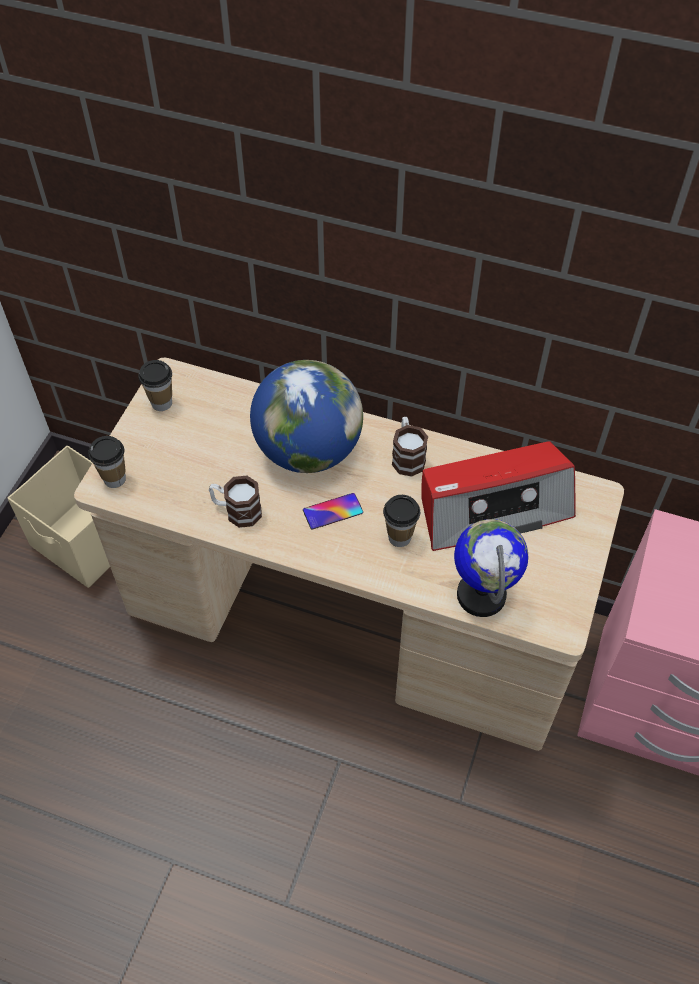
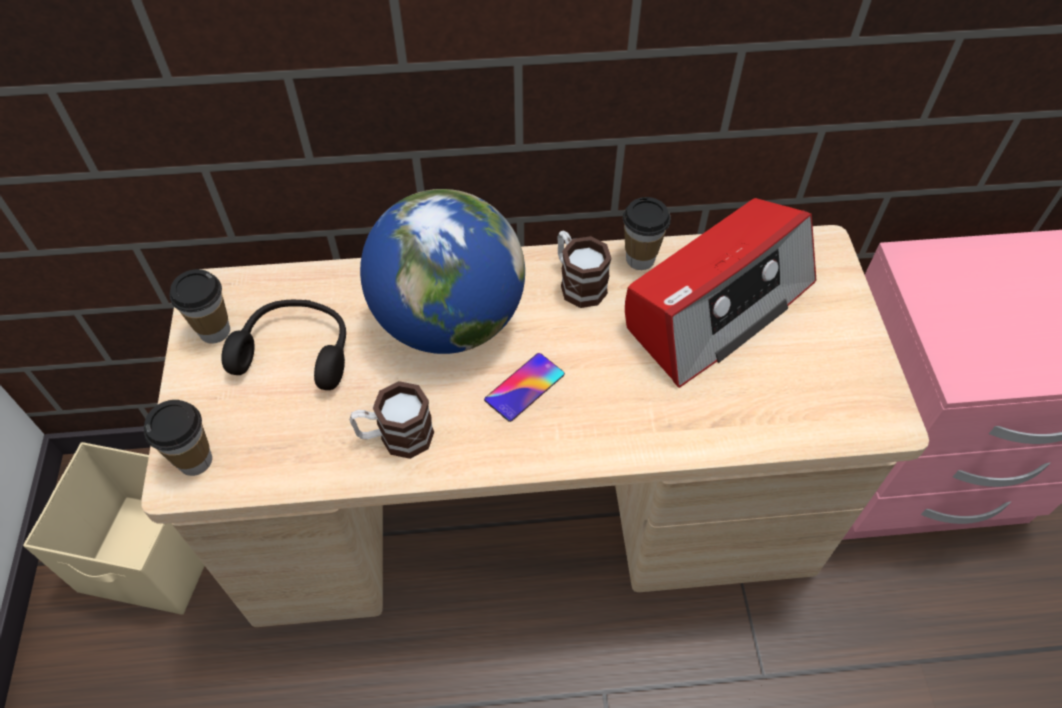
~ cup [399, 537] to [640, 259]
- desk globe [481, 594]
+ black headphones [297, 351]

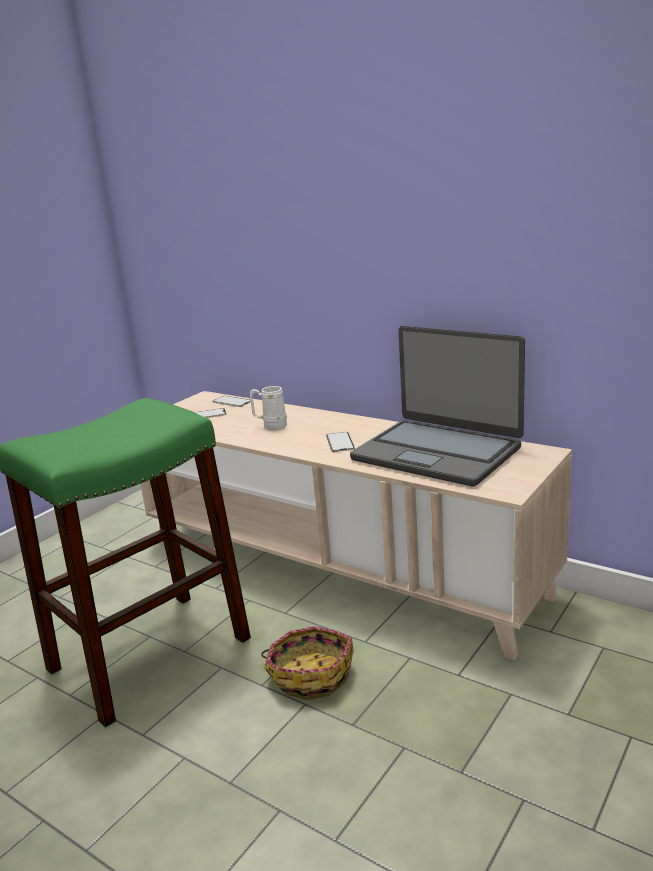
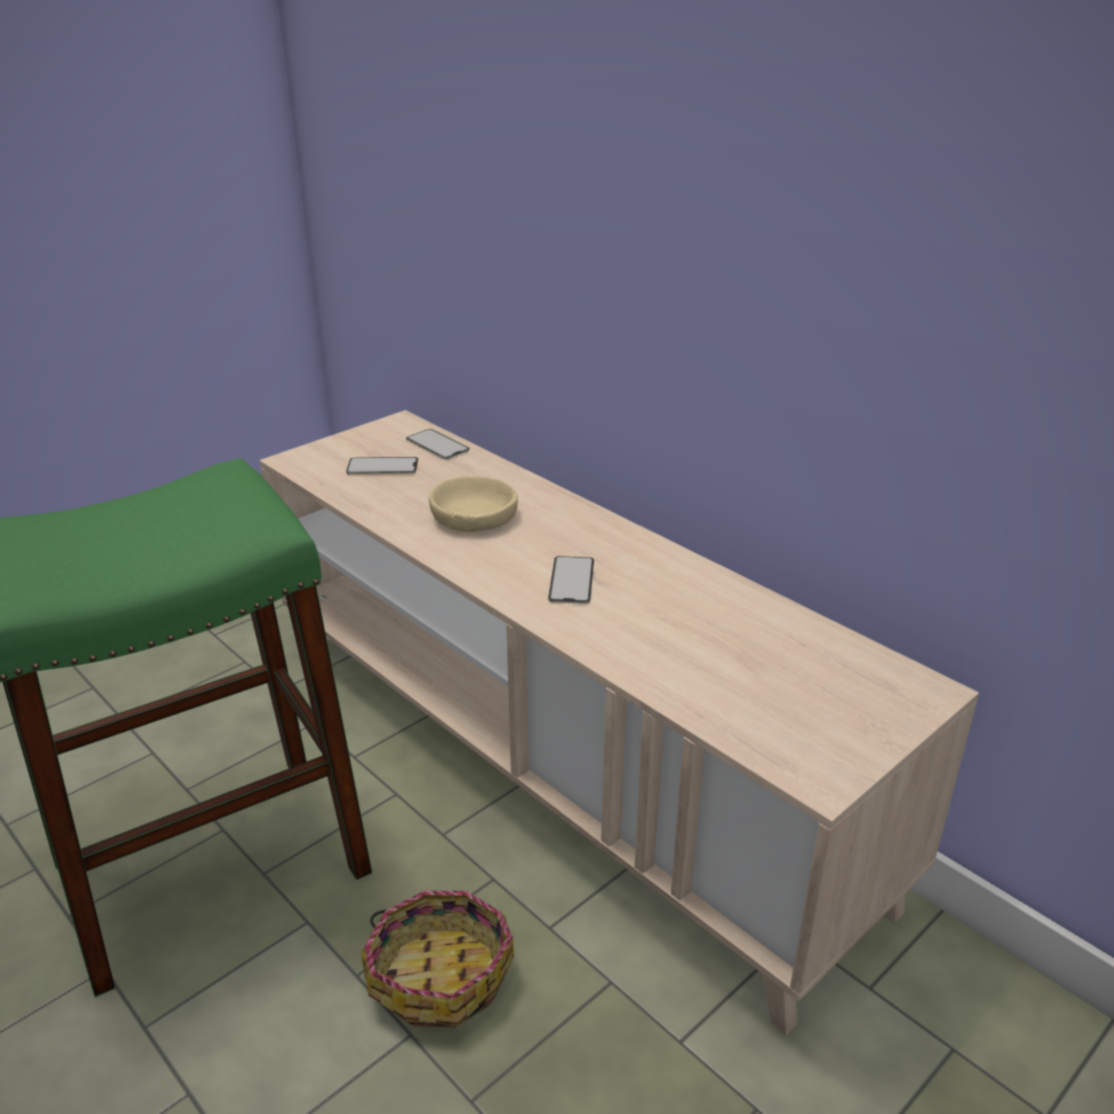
- portable computer [437, 453]
~ white-coloured mug [270, 426] to beige bowl [473, 515]

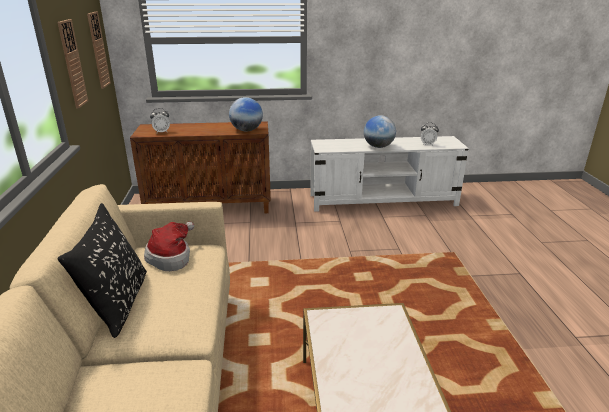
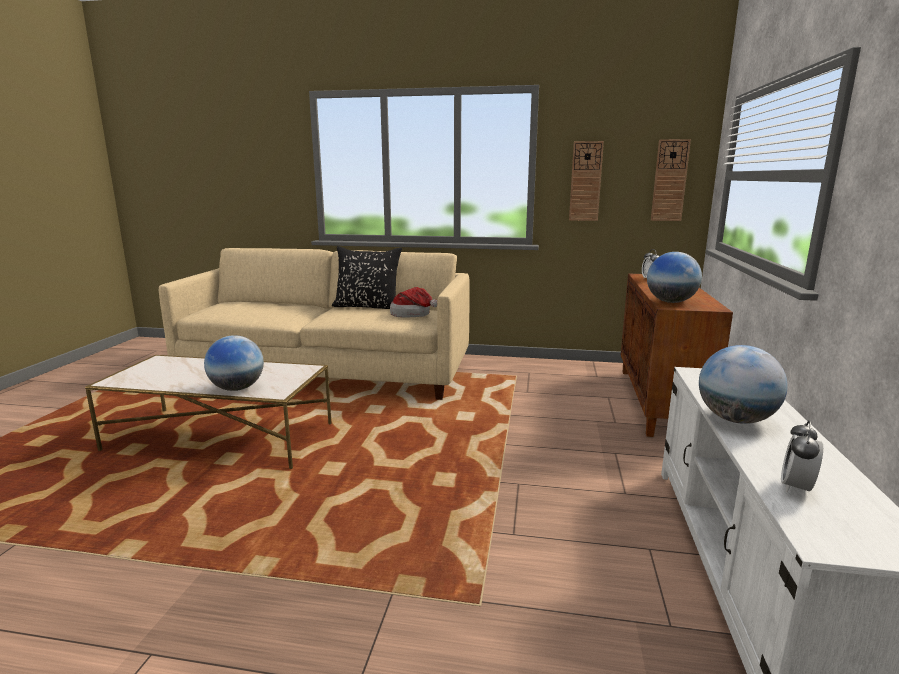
+ desk globe [237, 388]

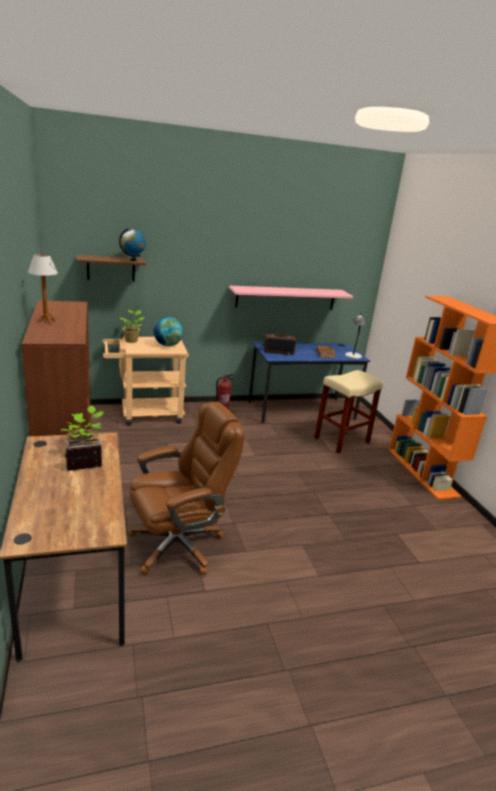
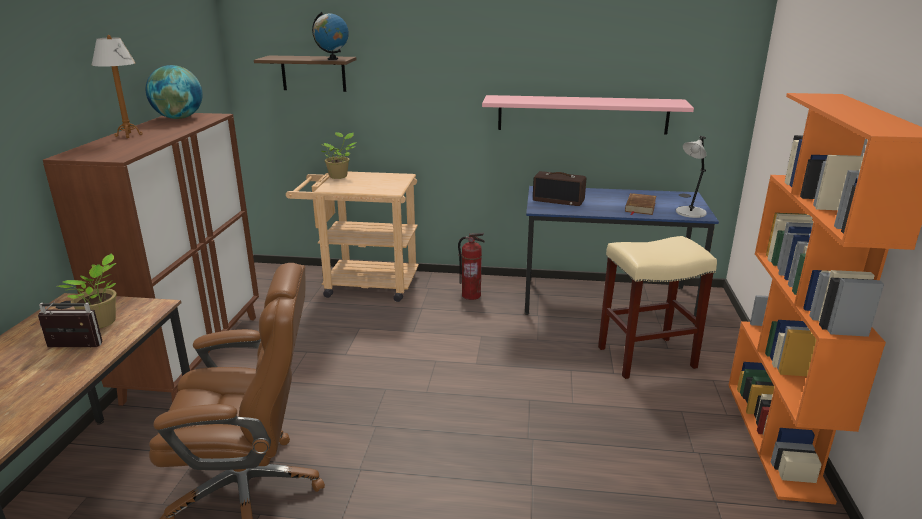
~ desk globe [168, 345] to [179, 118]

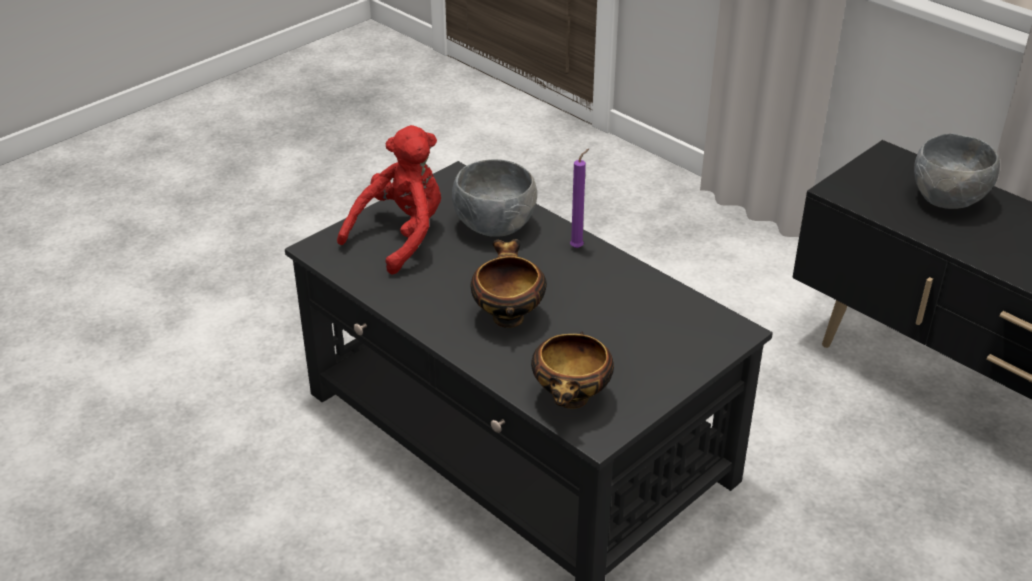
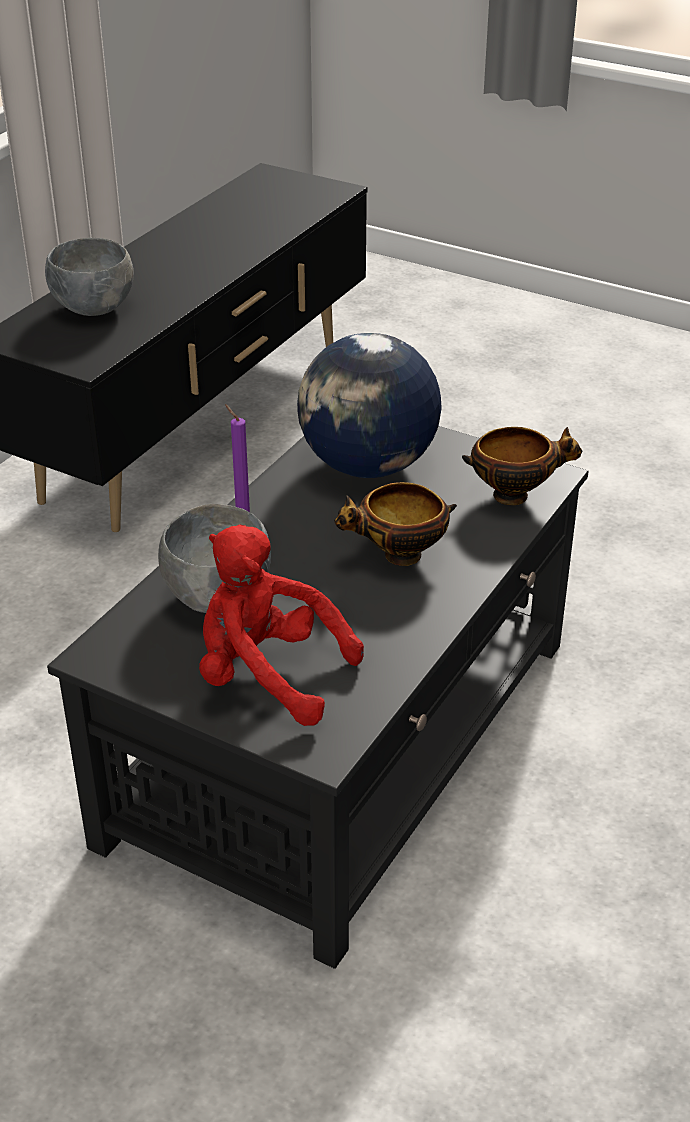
+ desk globe [368, 466]

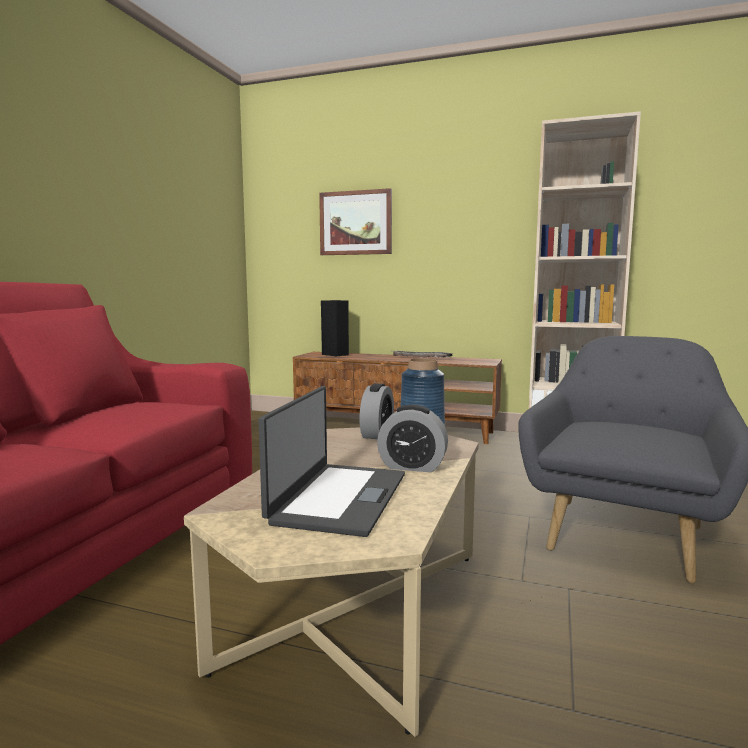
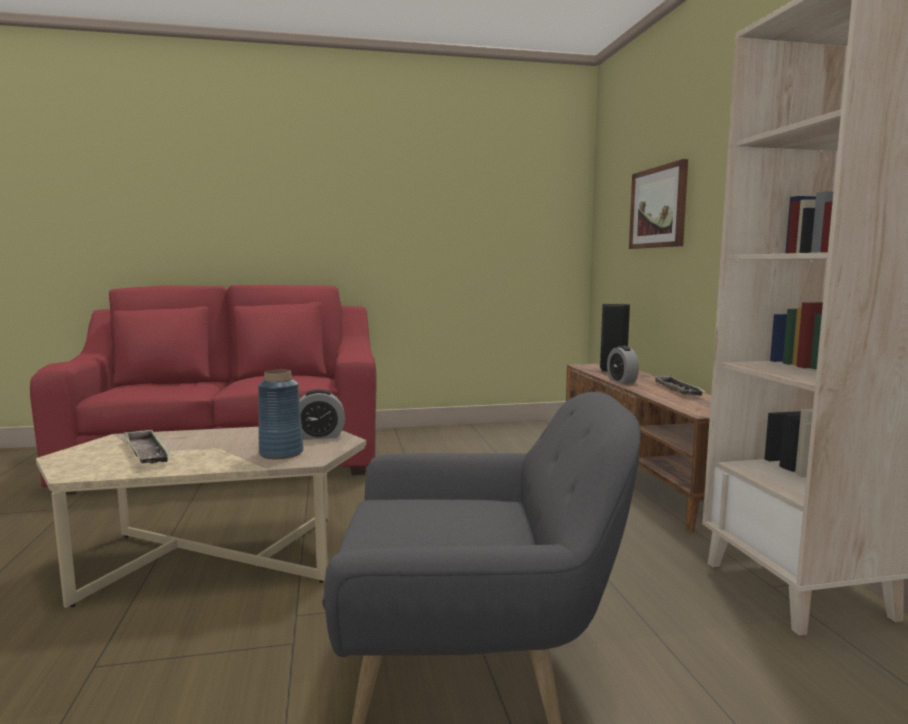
~ portable computer [338, 498] to carrying tray [147, 452]
~ bedside clock [412, 466] to [621, 381]

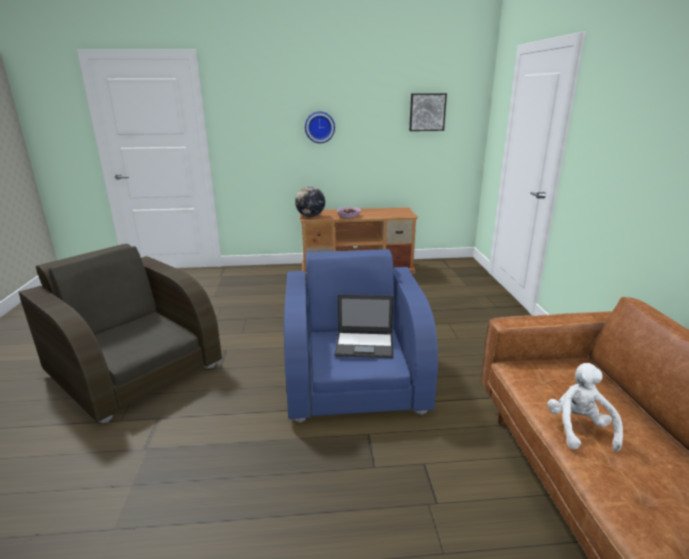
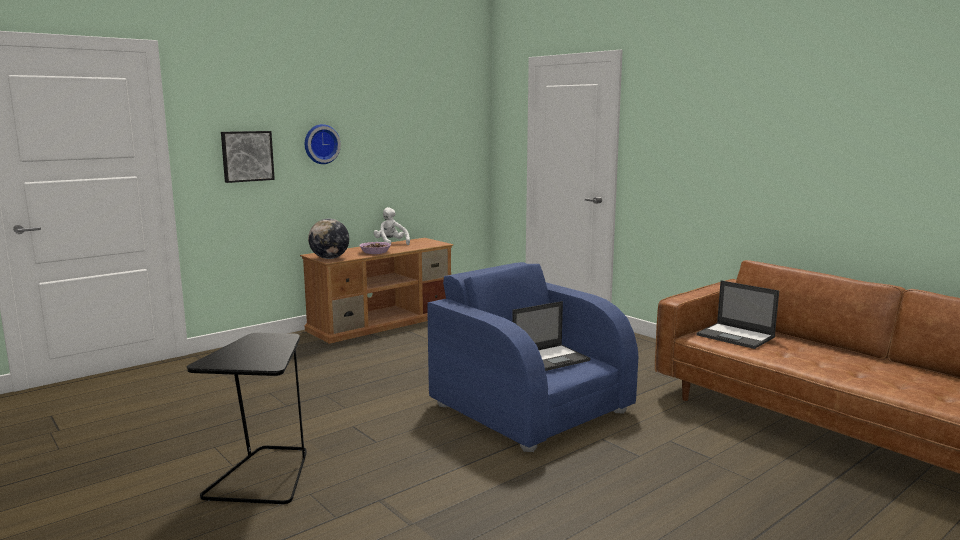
~ picture [427, 112] to [247, 156]
~ brownish armchair [134, 369] to black end table [263, 476]
~ white-coloured plush toy [578, 429] to [391, 244]
+ portable computer [736, 336]

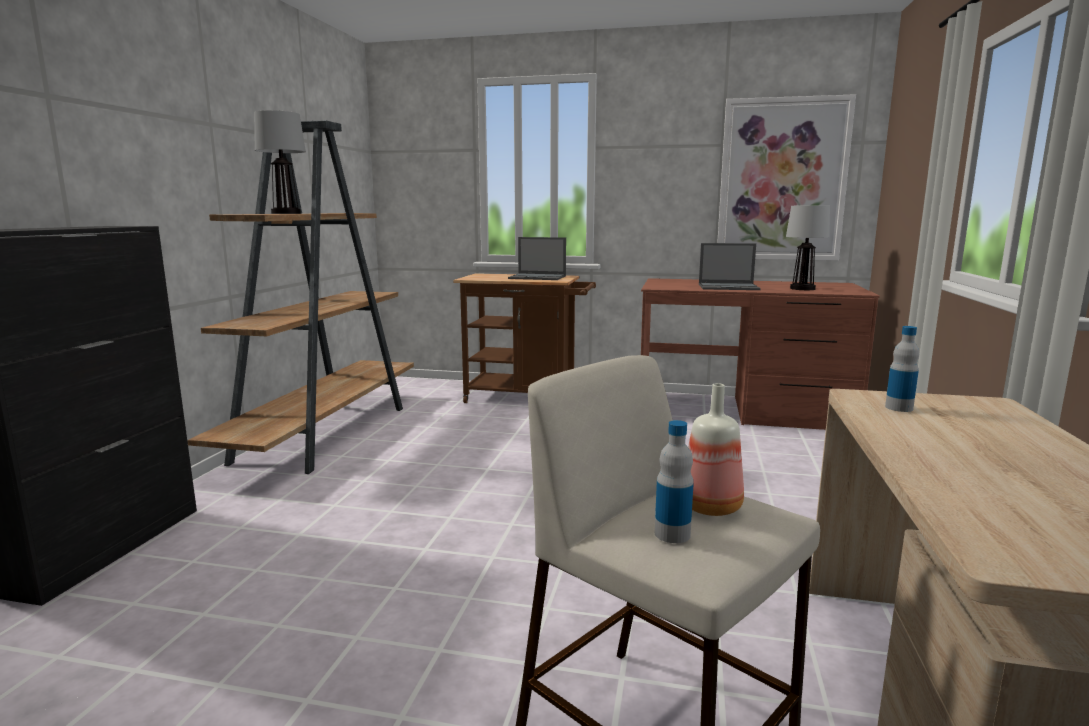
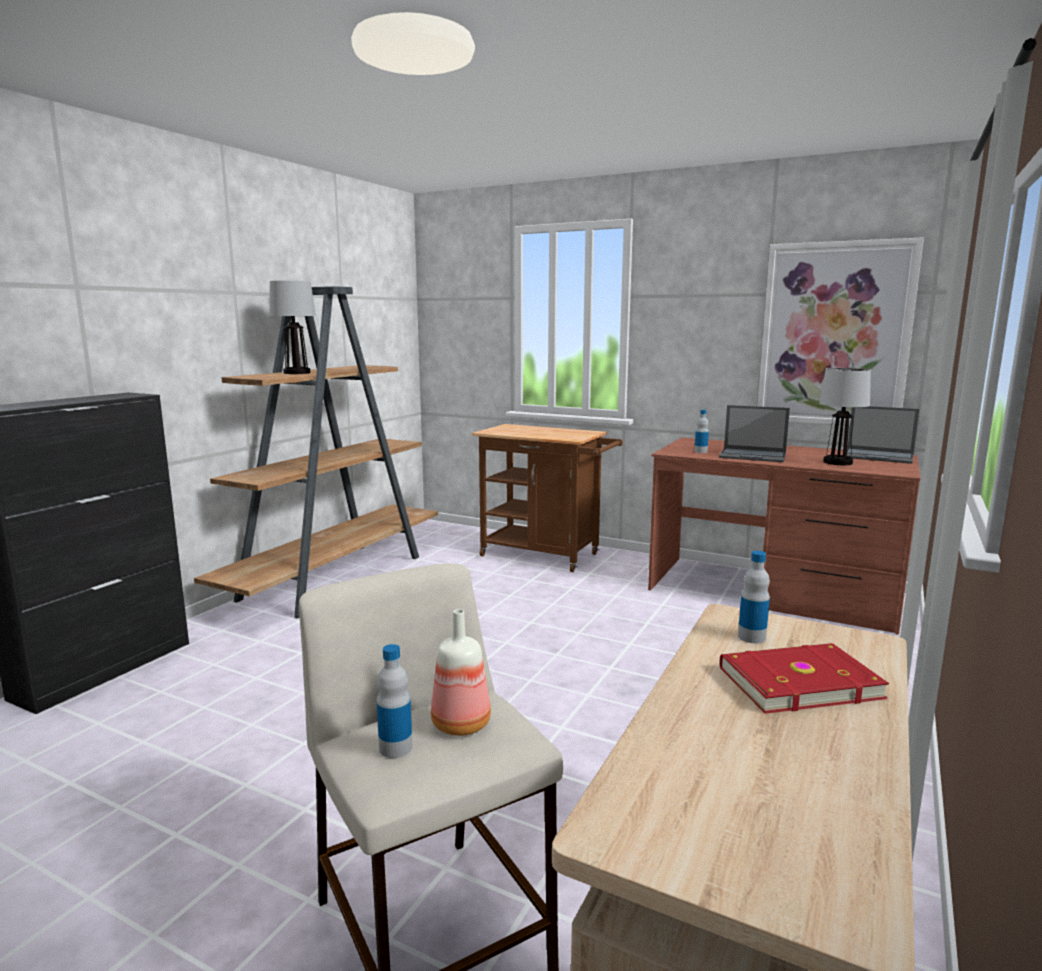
~ portable computer [538, 277] to [879, 456]
+ bottle [700, 451]
+ red bound book [797, 682]

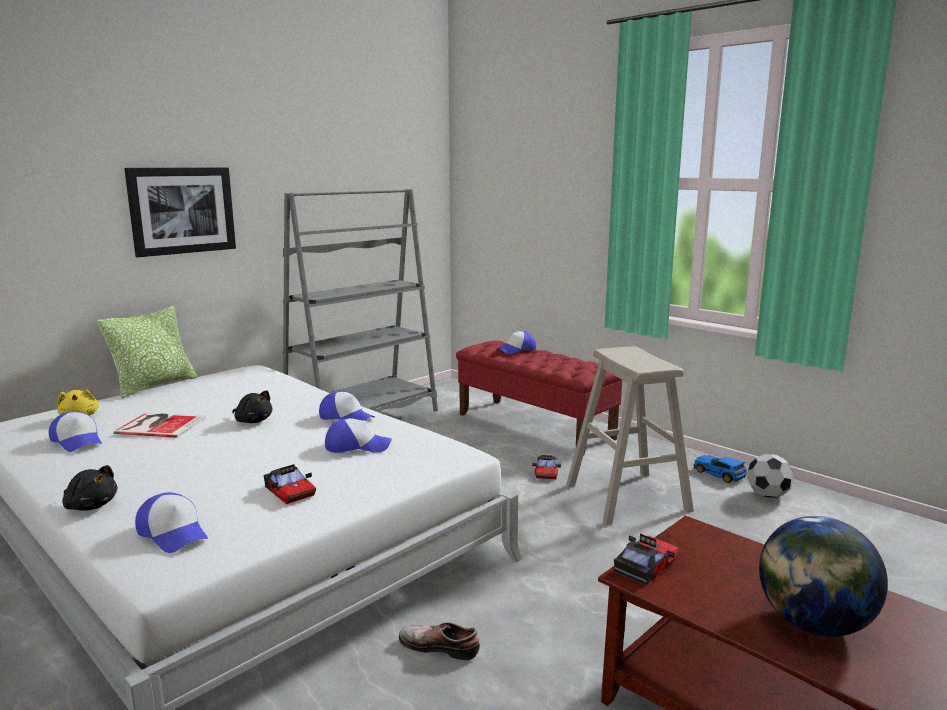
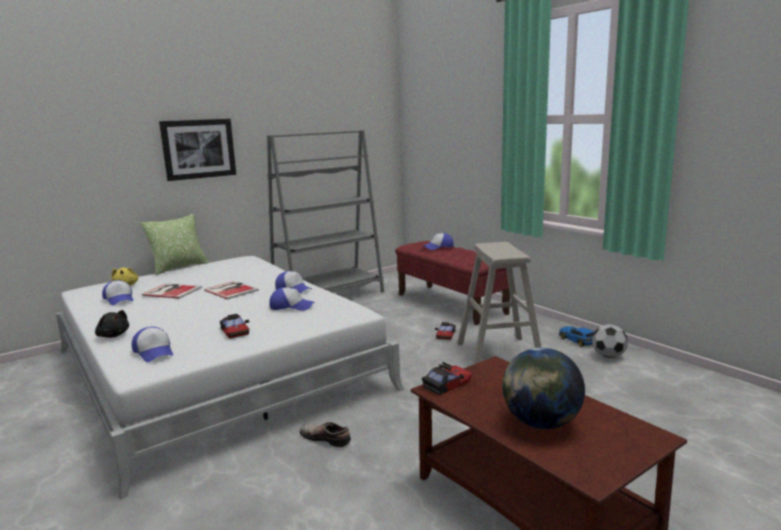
~ black plush toy [253, 421] to bound book [231, 290]

